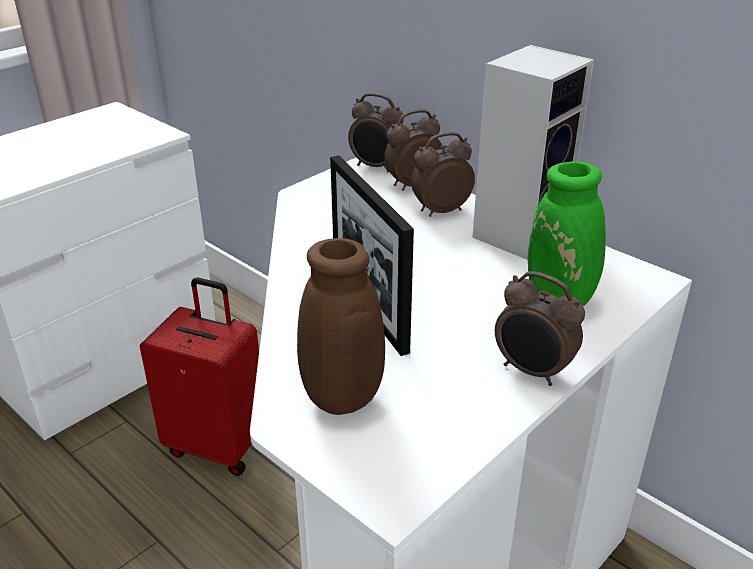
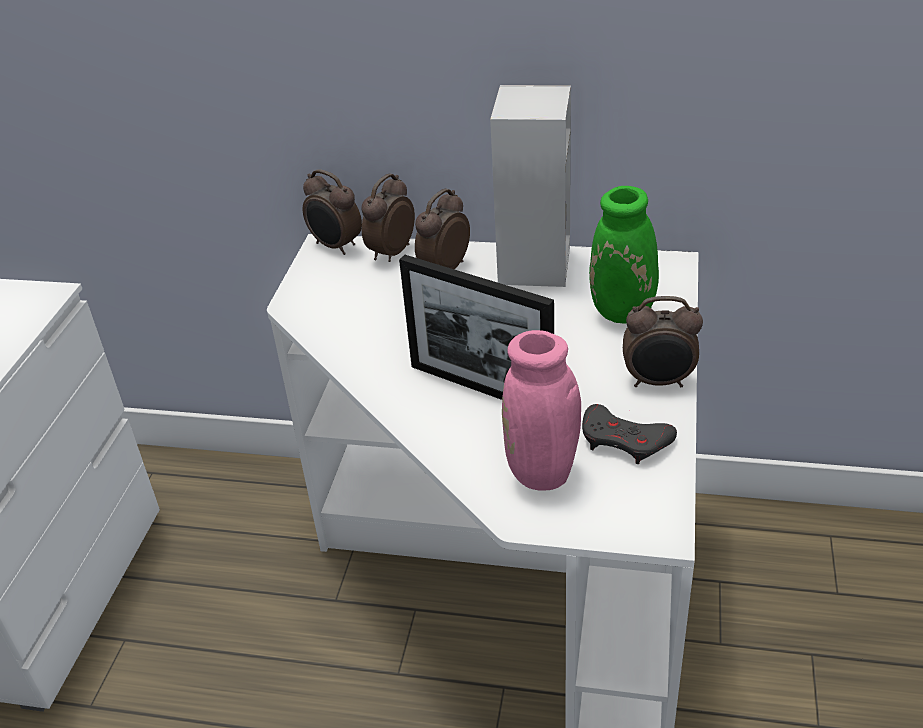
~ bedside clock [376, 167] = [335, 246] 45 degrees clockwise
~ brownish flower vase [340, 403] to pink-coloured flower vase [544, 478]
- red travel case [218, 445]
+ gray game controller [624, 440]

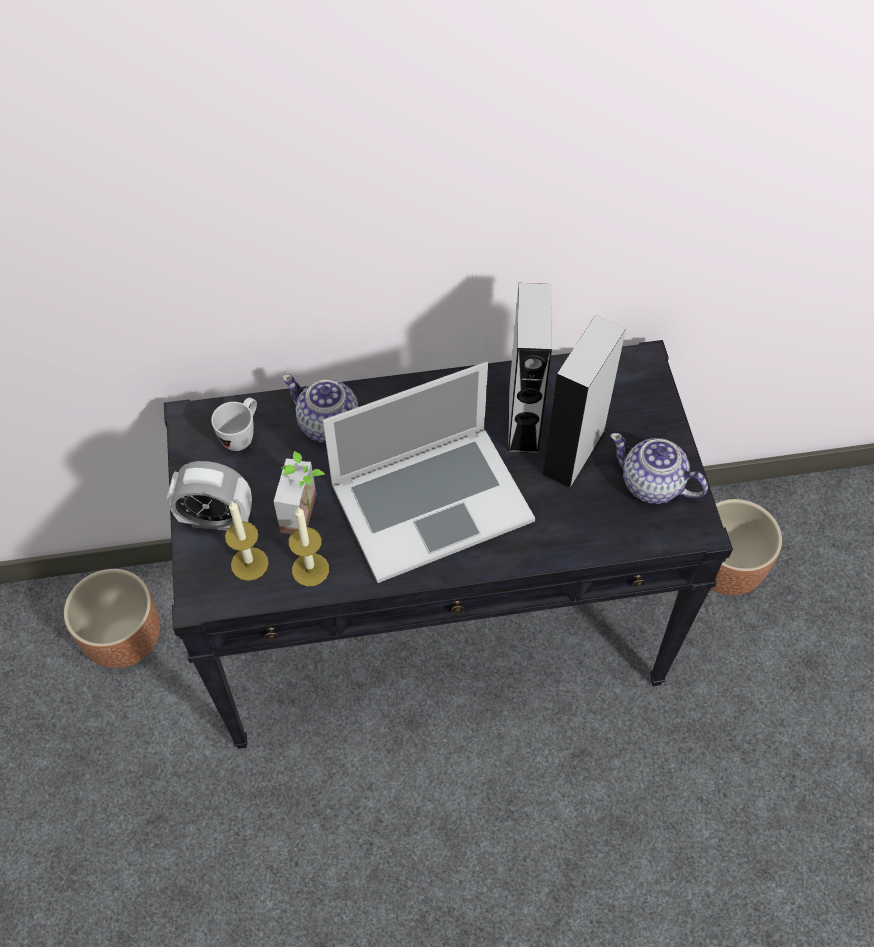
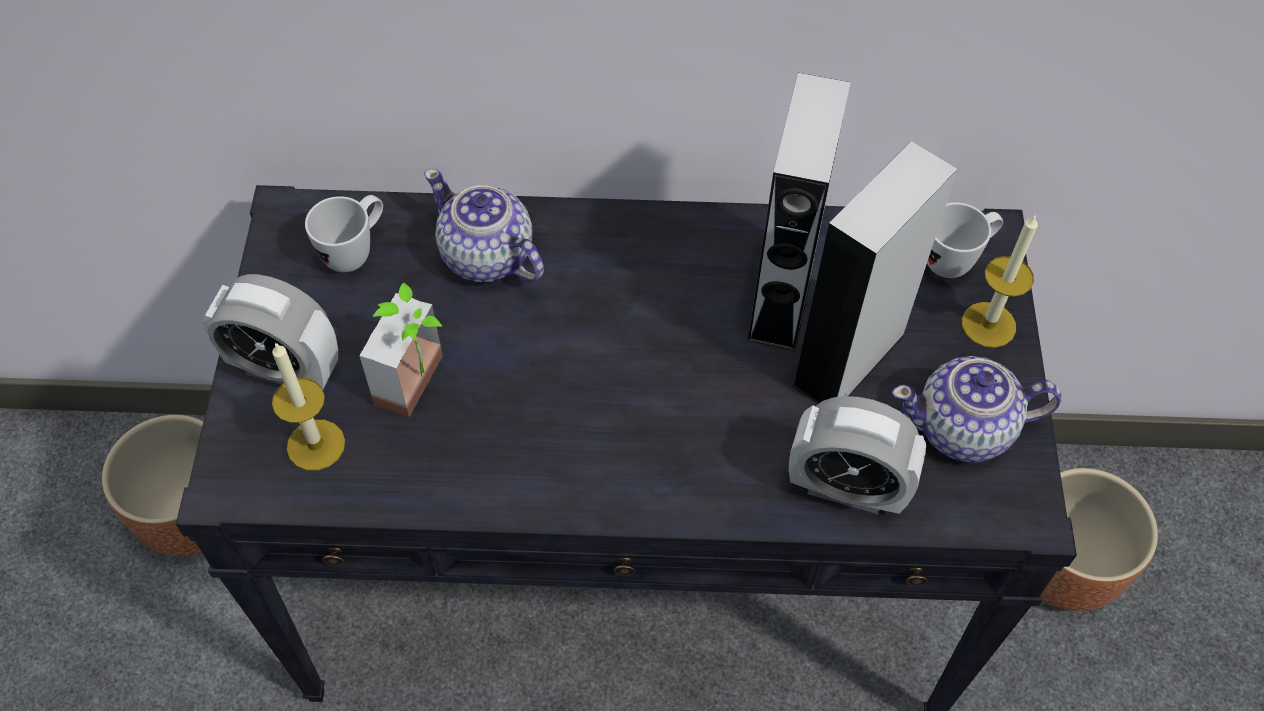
- portable computer [431, 501]
~ teapot [652, 484] = [964, 429] 45 degrees counterclockwise
~ candle [310, 569] to [988, 324]
+ white-coloured mug [956, 259]
+ bedside clock [846, 488]

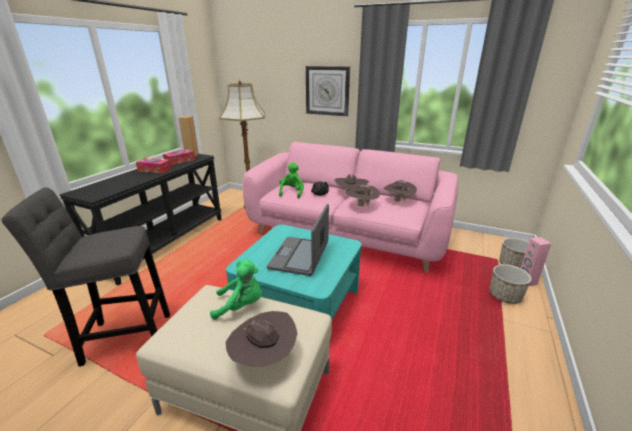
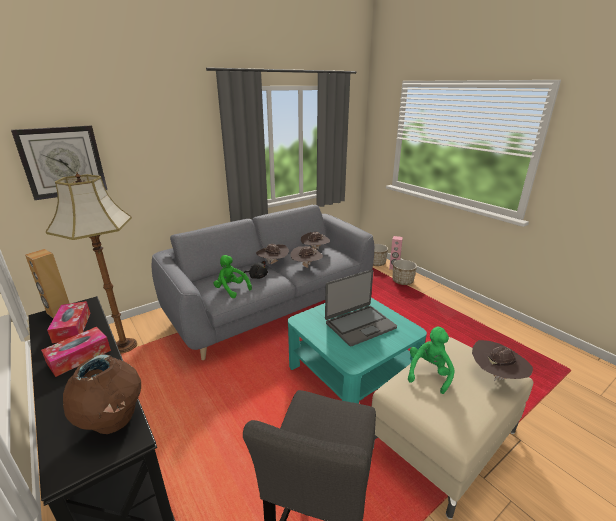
~ hanging clock [327, 91] to [63, 162]
~ pink-coloured couch [346, 235] to gray couch [272, 307]
~ portable computer [300, 256] = [359, 325] 75 degrees counterclockwise
+ brownish flower vase [113, 422]

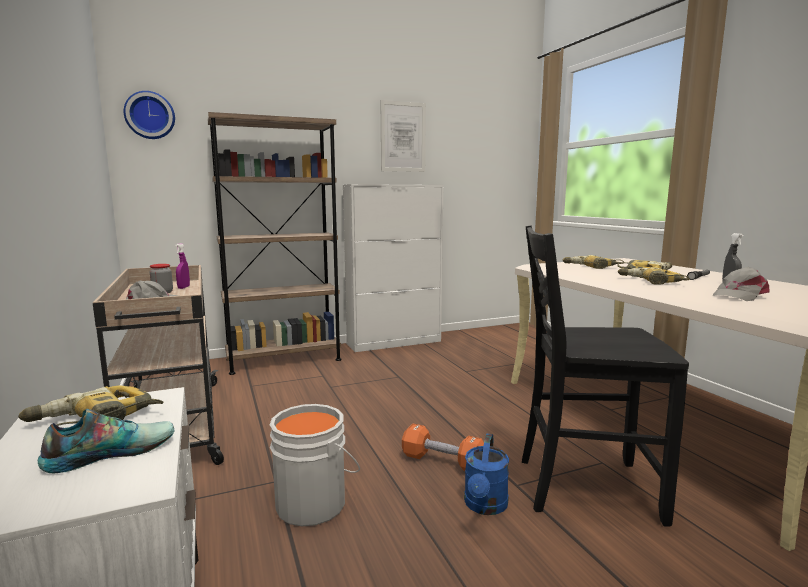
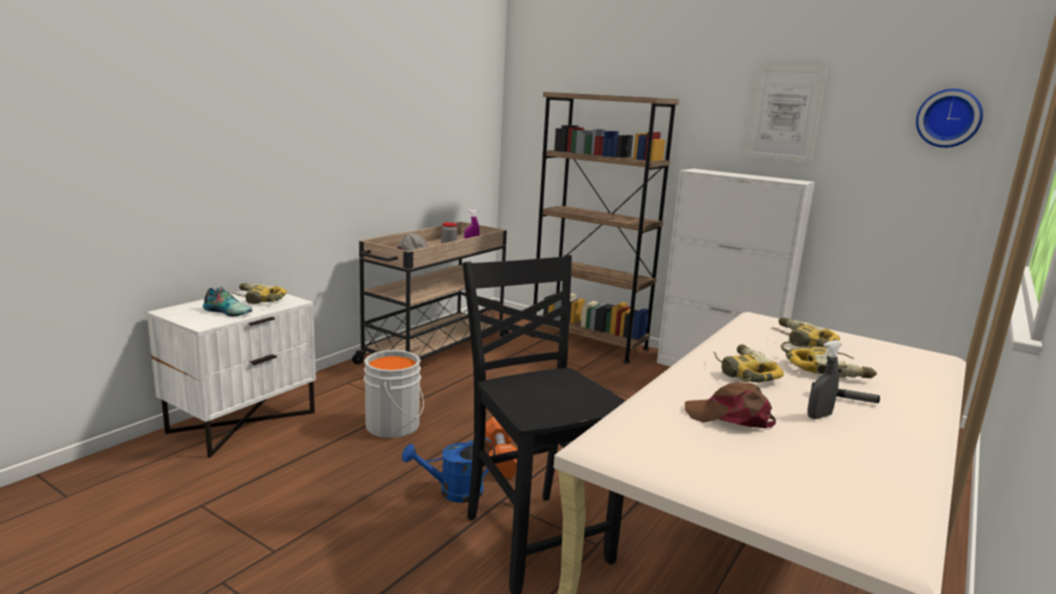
~ hanging clock [150, 115] to [949, 118]
~ gray peaked cap [739, 295] to brownish peaked cap [730, 417]

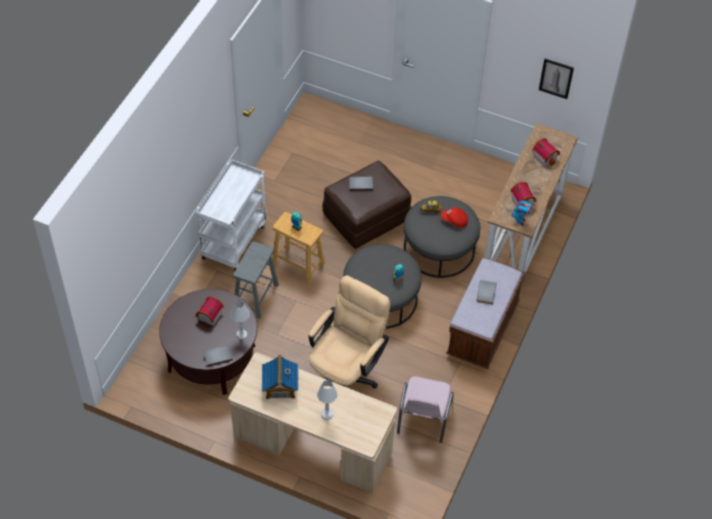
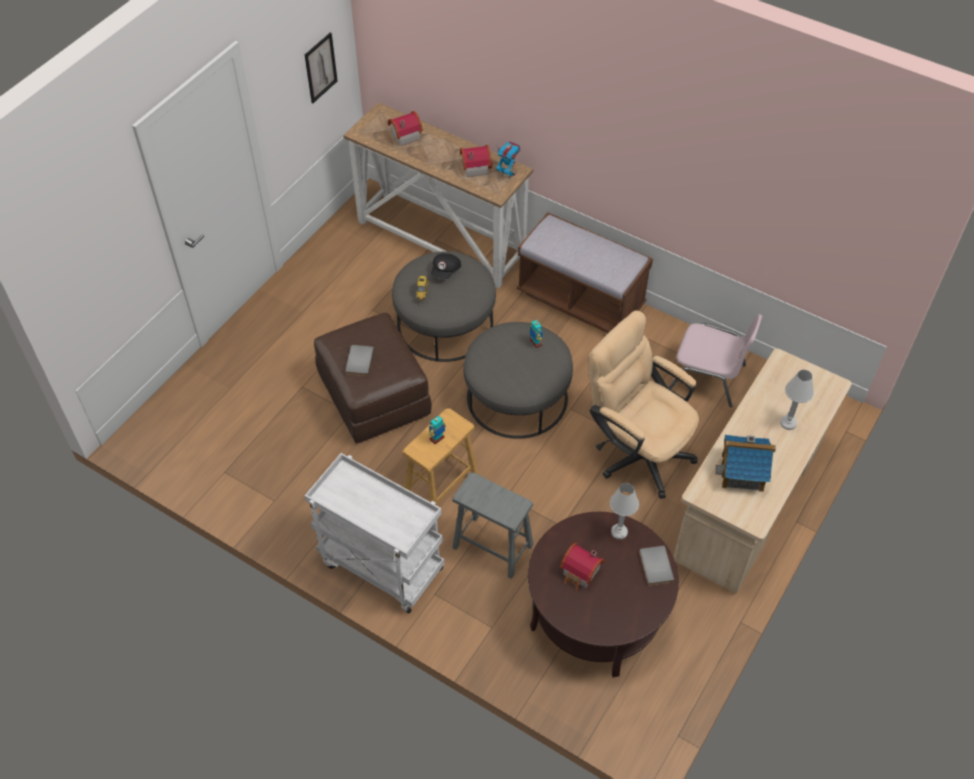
~ red peaked cap [454, 221] to black peaked cap [446, 271]
- gray bound book [485, 293]

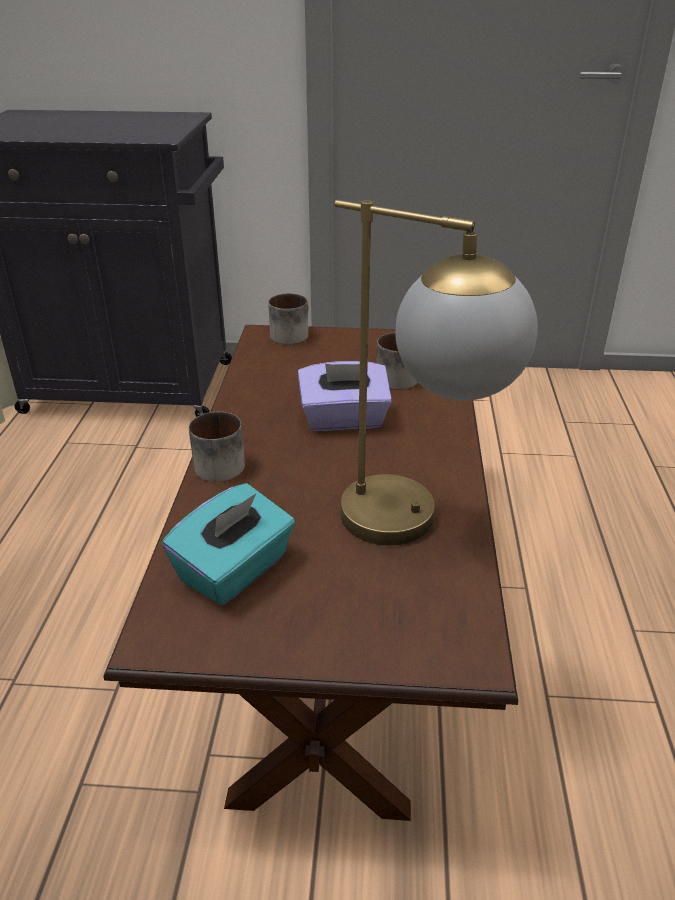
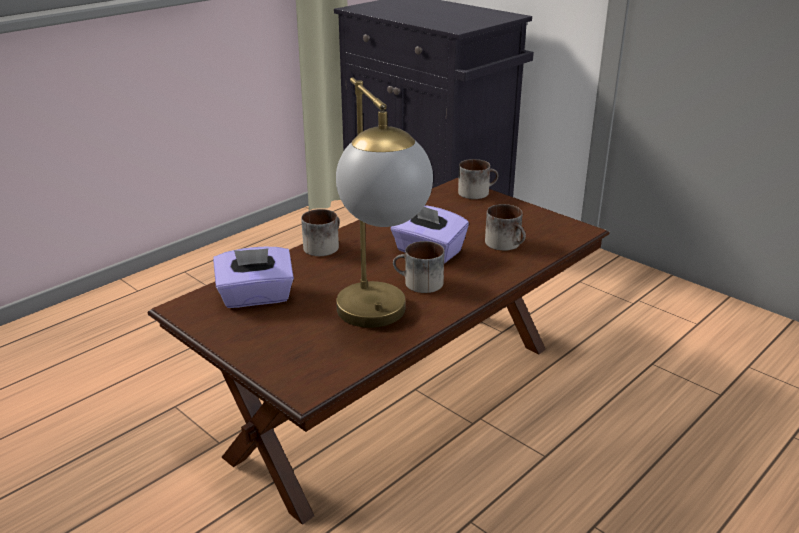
~ blue-green box of tissues [235, 570] to purple-coloured box of tissues [256, 297]
+ mug [418, 283]

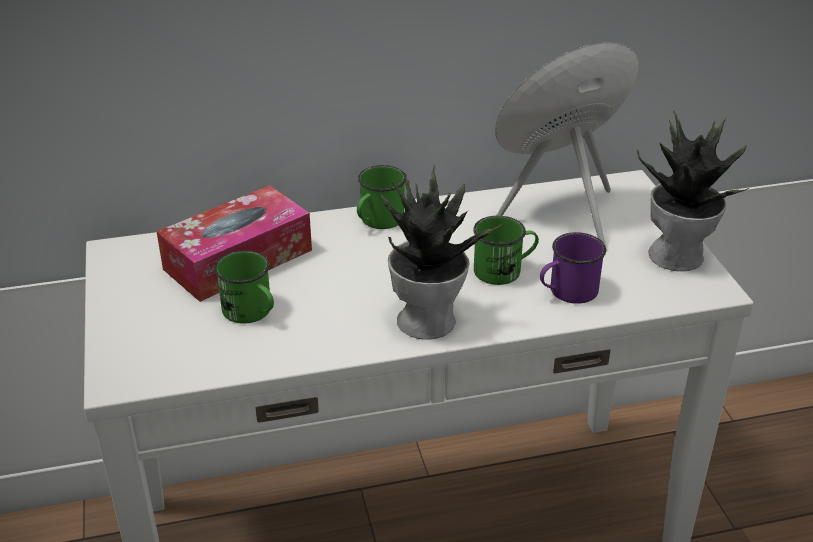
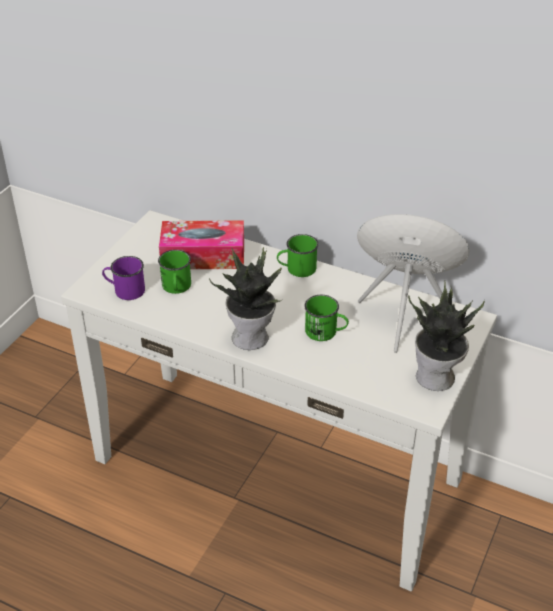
~ purple-coloured mug [567, 292] to [125, 290]

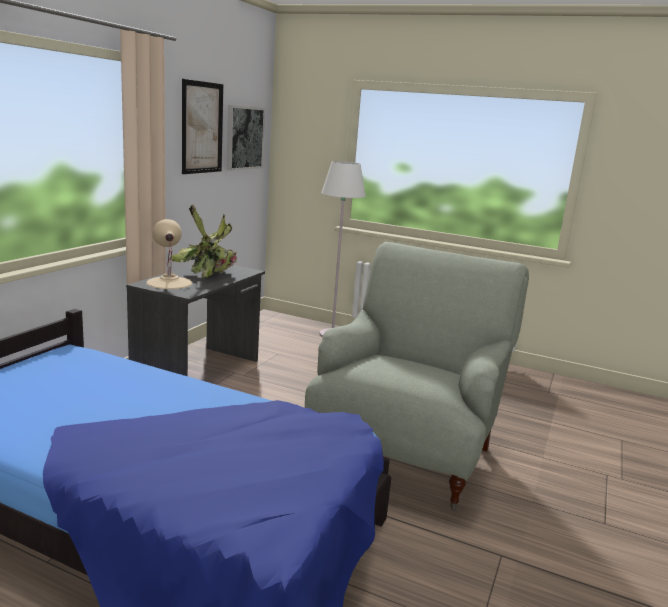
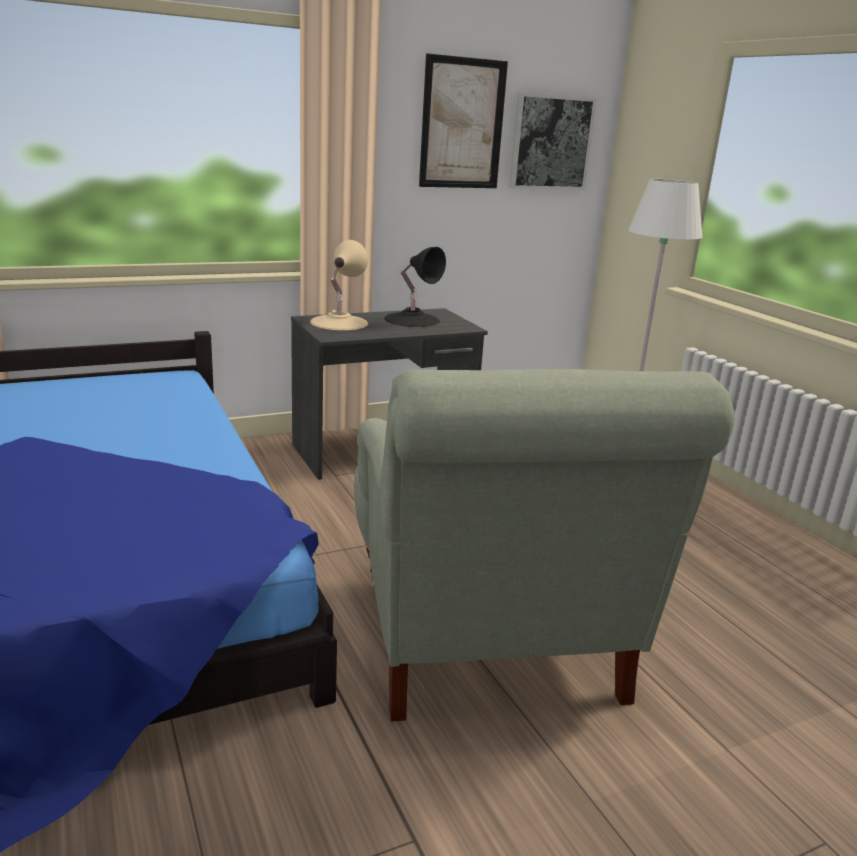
~ houseplant [209, 272] to black table lamp [412, 319]
~ gray armchair [406, 456] = [489, 641] 105 degrees clockwise

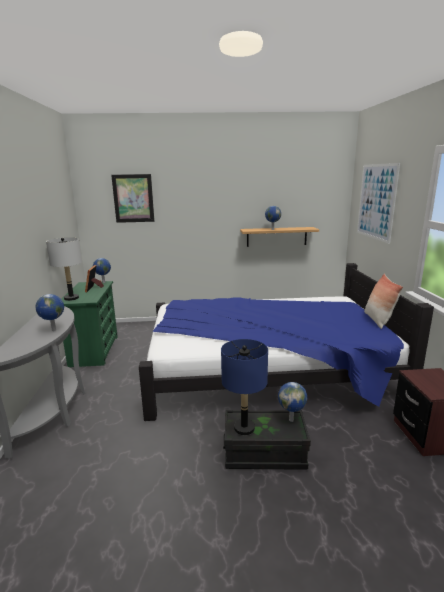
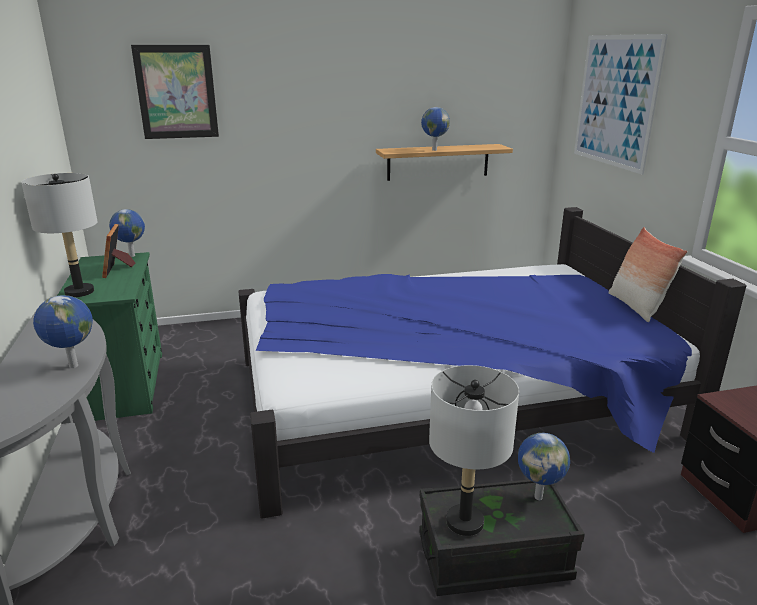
~ bluish table lamp [244, 428] to gray table lamp [465, 522]

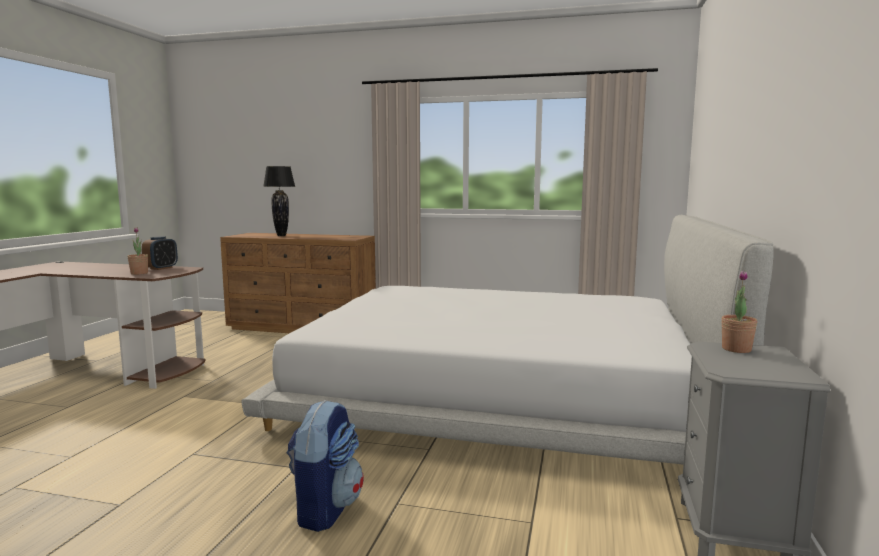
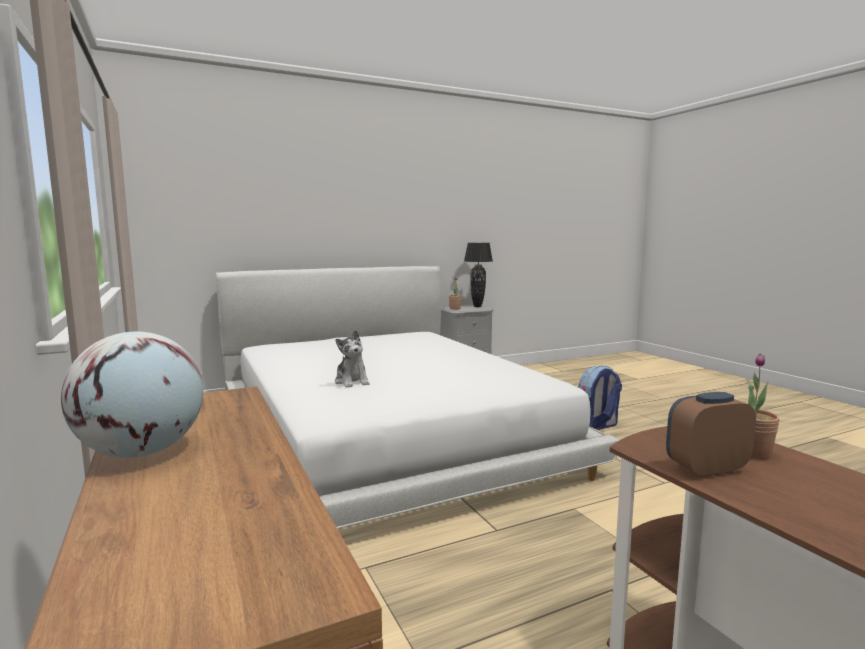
~ black table lamp [281, 235] to [477, 306]
+ plush toy [352, 382]
+ desk globe [141, 452]

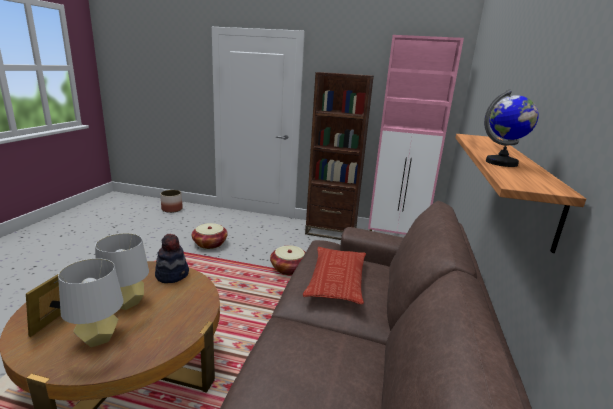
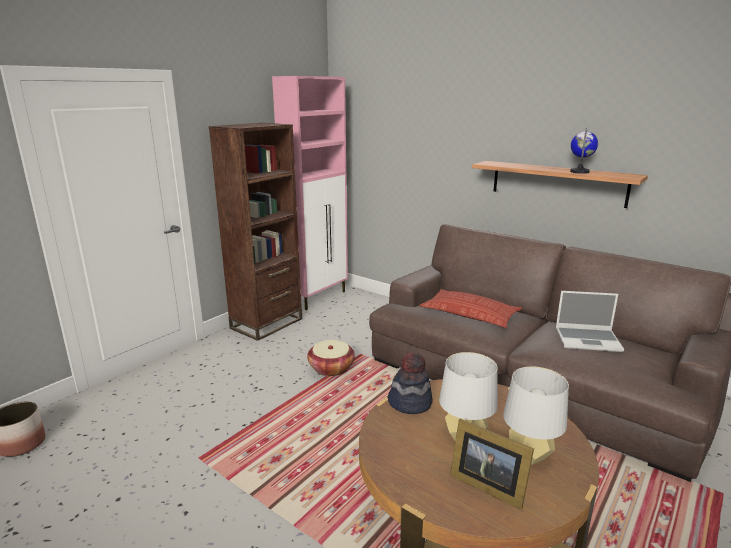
- household basket [210, 244]
+ portable computer [588, 340]

